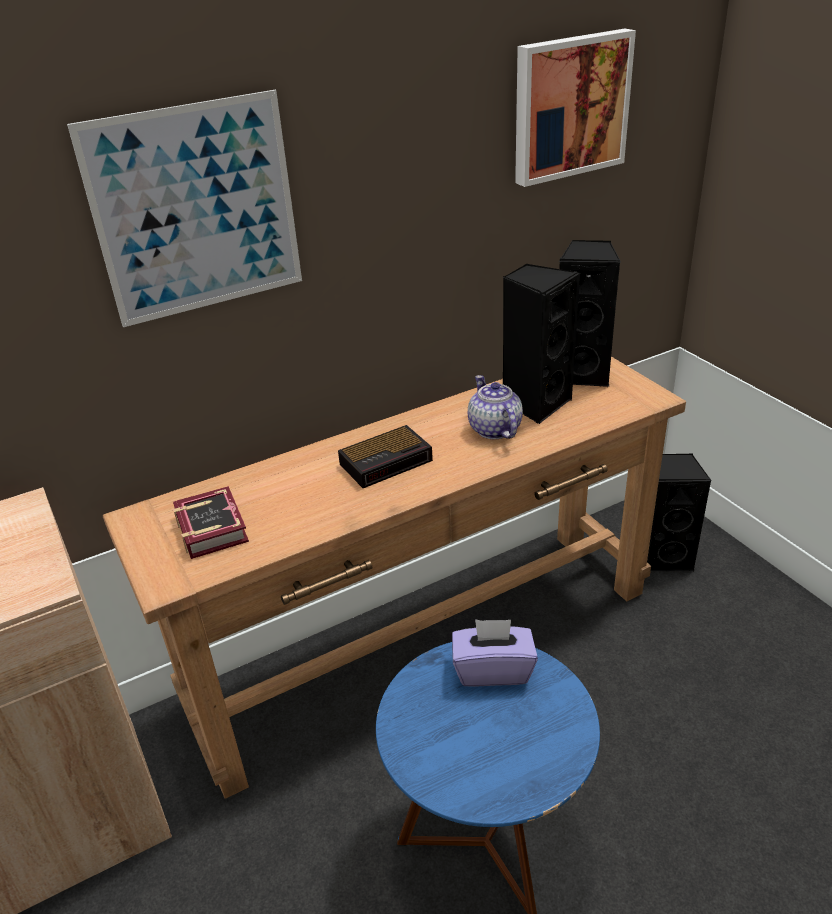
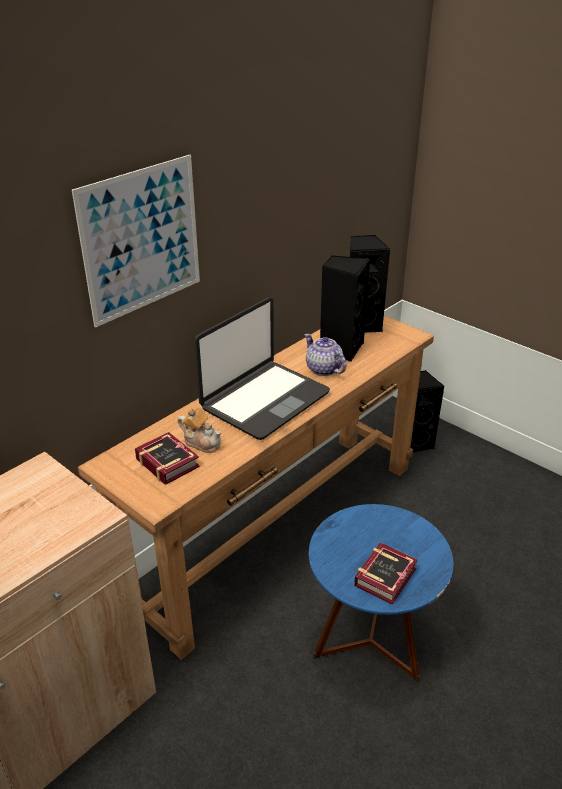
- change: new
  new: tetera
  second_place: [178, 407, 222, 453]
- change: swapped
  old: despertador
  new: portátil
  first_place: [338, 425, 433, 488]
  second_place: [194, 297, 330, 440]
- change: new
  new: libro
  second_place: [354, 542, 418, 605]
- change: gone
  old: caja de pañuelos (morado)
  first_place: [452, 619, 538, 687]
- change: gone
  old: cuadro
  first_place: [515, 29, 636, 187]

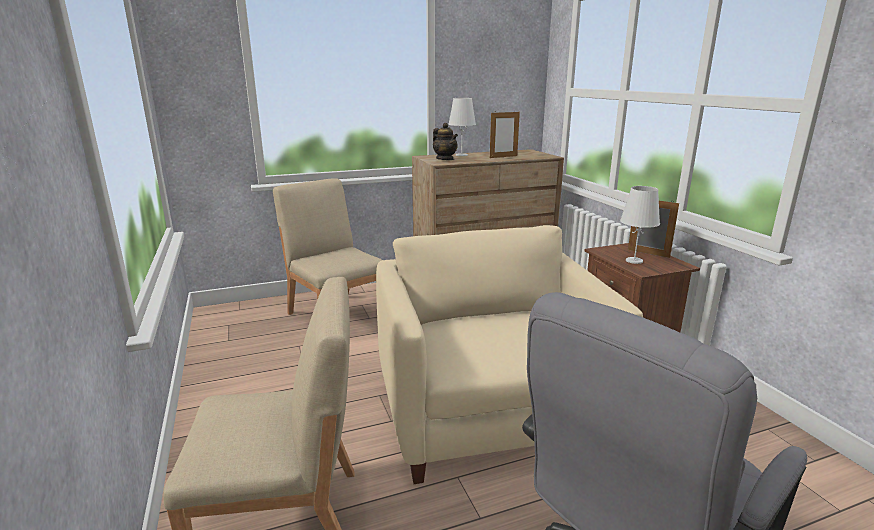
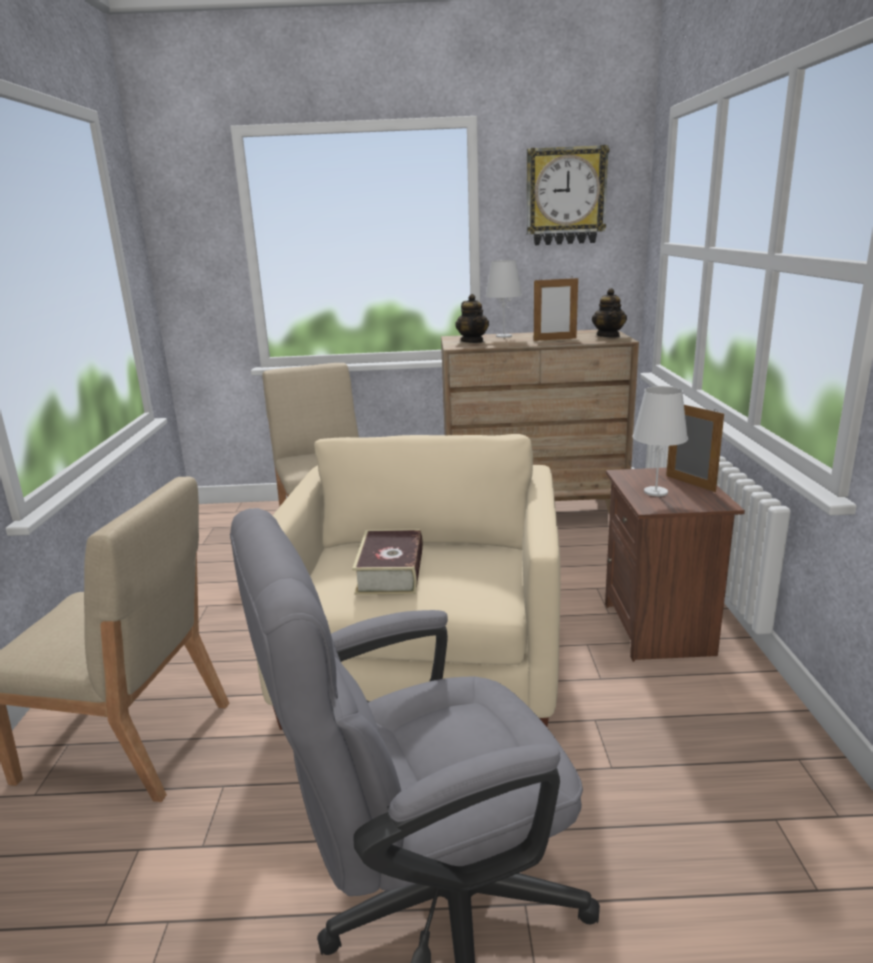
- change: new
  new: libro
  second_place: [352, 529, 423, 595]
- change: new
  new: reloj de pared
  second_place: [526, 145, 609, 245]
- change: new
  new: tetera
  second_place: [592, 288, 627, 338]

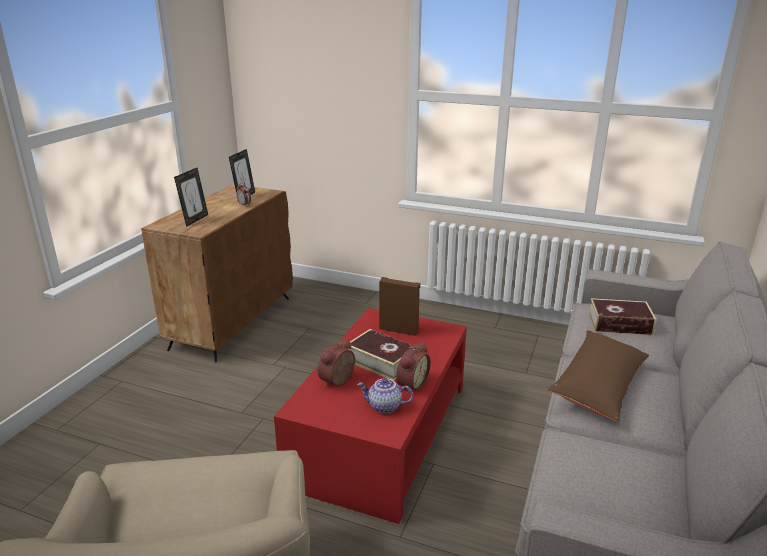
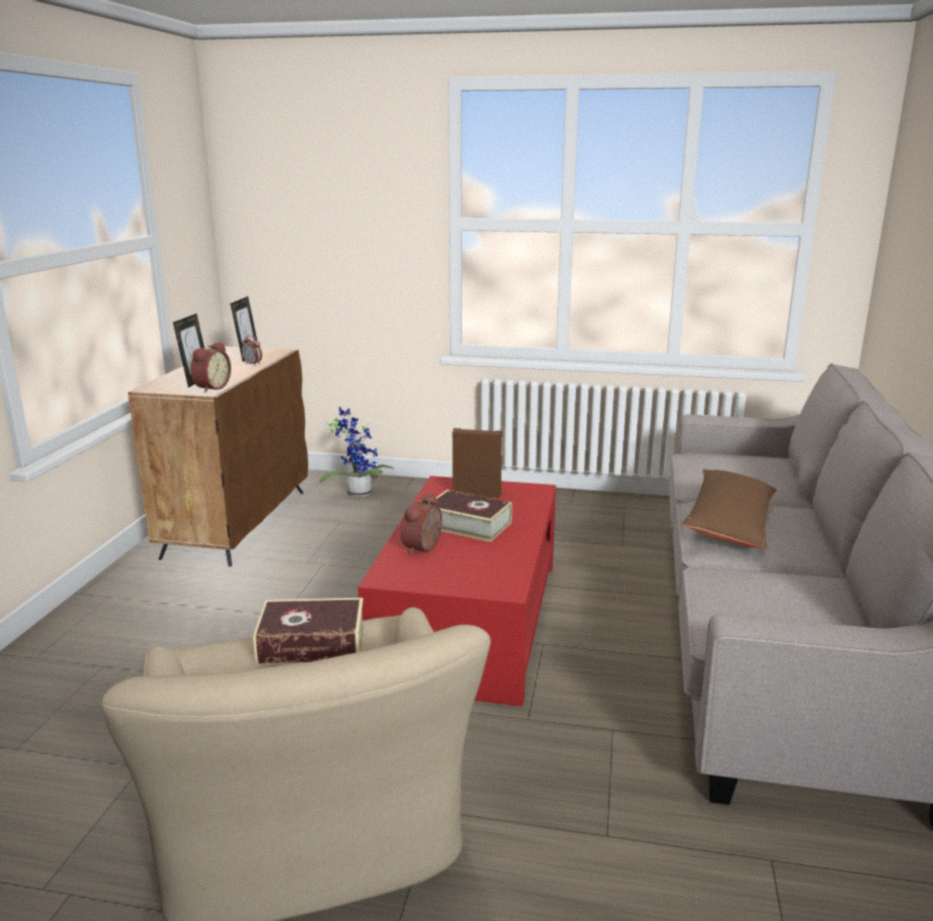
- change: shifted
  old: despertador
  first_place: [396, 342, 431, 394]
  second_place: [191, 342, 231, 393]
- change: shifted
  old: libro
  first_place: [588, 298, 656, 335]
  second_place: [253, 598, 364, 664]
- change: new
  new: planta en maceta
  second_place: [319, 407, 394, 497]
- change: gone
  old: tetera
  first_place: [357, 378, 413, 414]

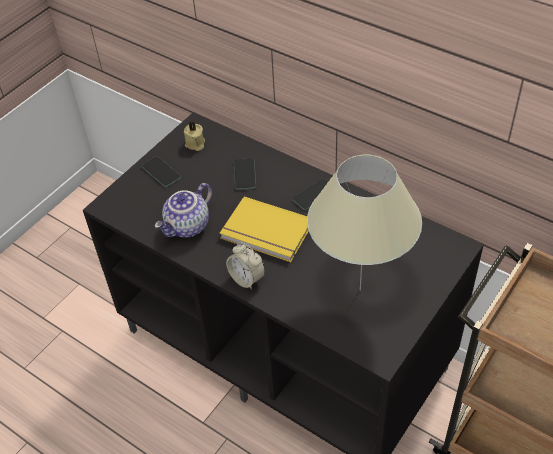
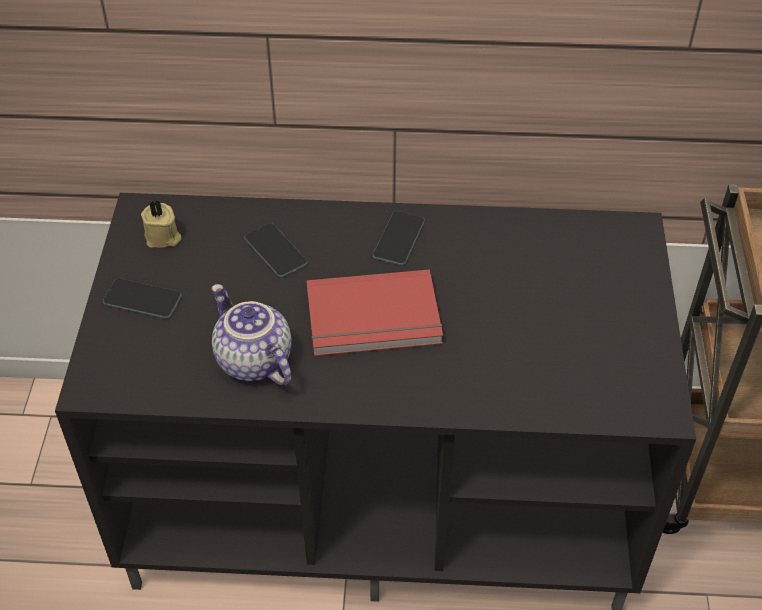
- change: rotated
  old: tetera
  first_place: [155, 183, 212, 237]
  second_place: [211, 284, 291, 386]
  degrees: 135
- change: repainted
  old: libro (amarillo)
  new: libro (rojo)
  first_place: [219, 197, 309, 262]
  second_place: [307, 269, 443, 356]
- change: gone
  old: despertador
  first_place: [226, 243, 265, 290]
- change: gone
  old: lámpara de mesa (beis)
  first_place: [307, 155, 422, 291]

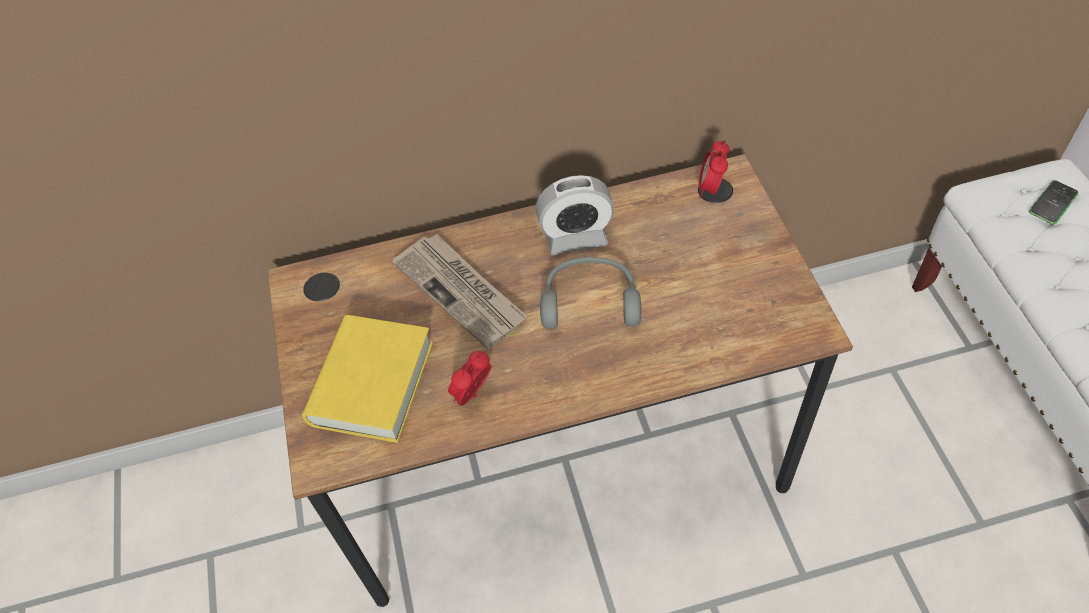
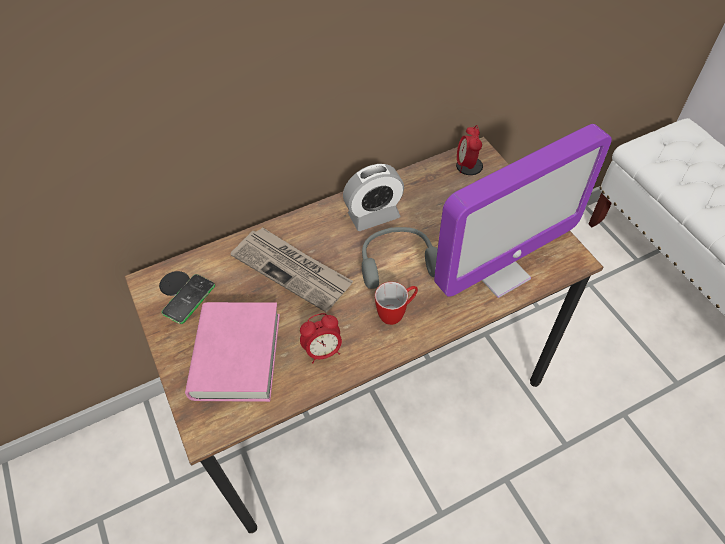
- change: shifted
  old: móvil
  first_place: [1029, 180, 1079, 224]
  second_place: [162, 274, 215, 324]
- change: repainted
  old: libro (amarillo)
  new: libro (rosa)
  first_place: [302, 315, 433, 443]
  second_place: [185, 302, 280, 402]
- change: rotated
  old: despertador
  first_place: [448, 351, 492, 406]
  second_place: [300, 313, 342, 363]
  degrees: -135
- change: new
  new: taza grande
  second_place: [375, 282, 418, 325]
- change: new
  new: monitor
  second_place: [434, 124, 612, 298]

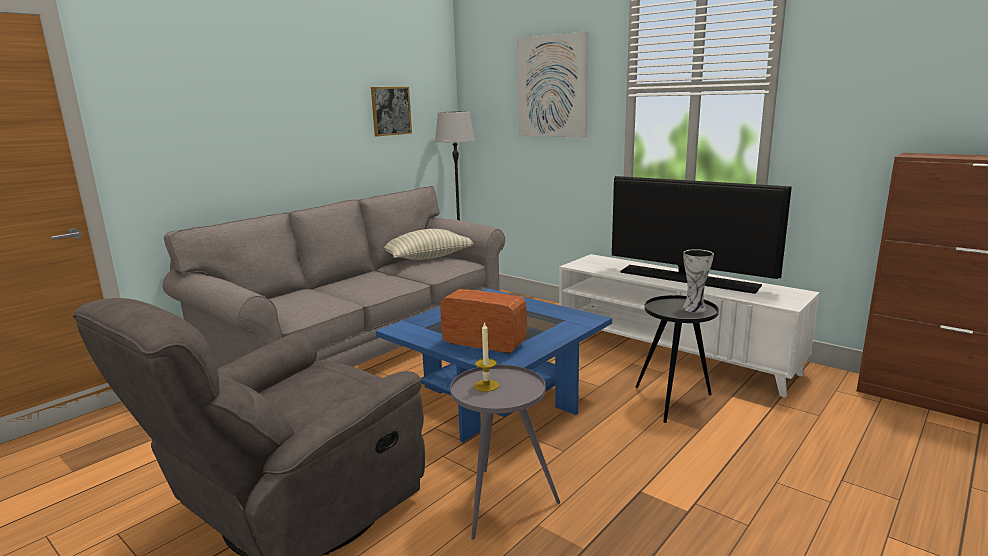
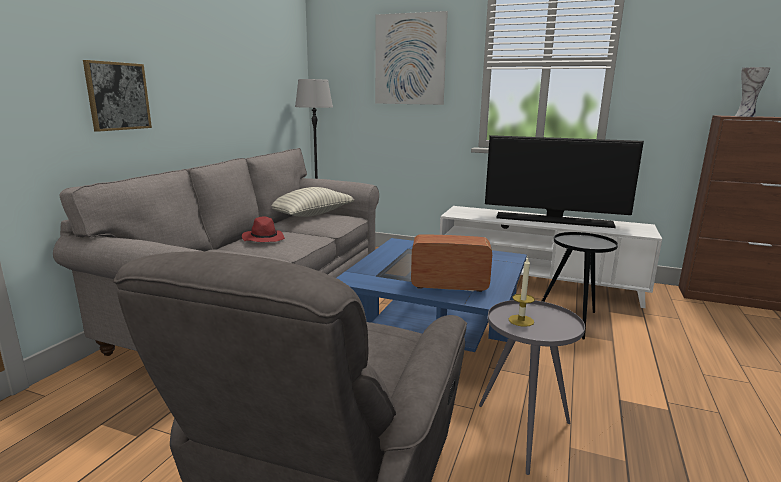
- change: shifted
  old: cuadro
  first_place: [371, 87, 412, 136]
  second_place: [83, 60, 152, 132]
- change: new
  new: sombrero (rojo)
  second_place: [242, 216, 285, 242]
- change: shifted
  old: florero
  first_place: [683, 249, 714, 313]
  second_place: [735, 67, 770, 117]

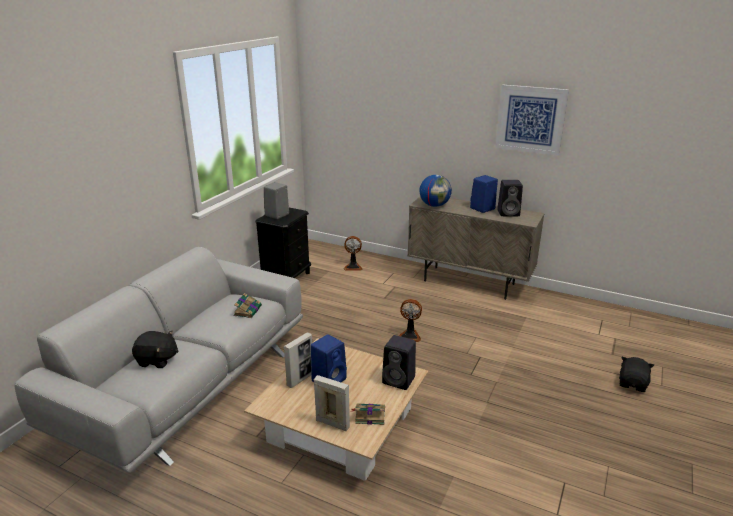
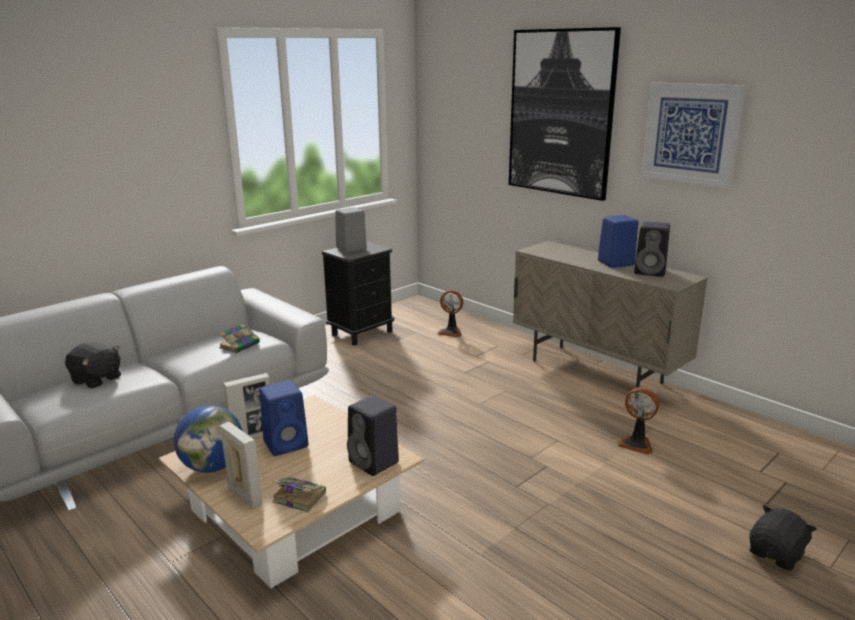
- change: shifted
  old: globo terráqueo
  first_place: [419, 175, 452, 207]
  second_place: [174, 405, 242, 473]
- change: new
  new: cuadro
  second_place: [509, 27, 621, 201]
- change: shifted
  old: ventilador
  first_place: [399, 299, 422, 342]
  second_place: [617, 387, 659, 455]

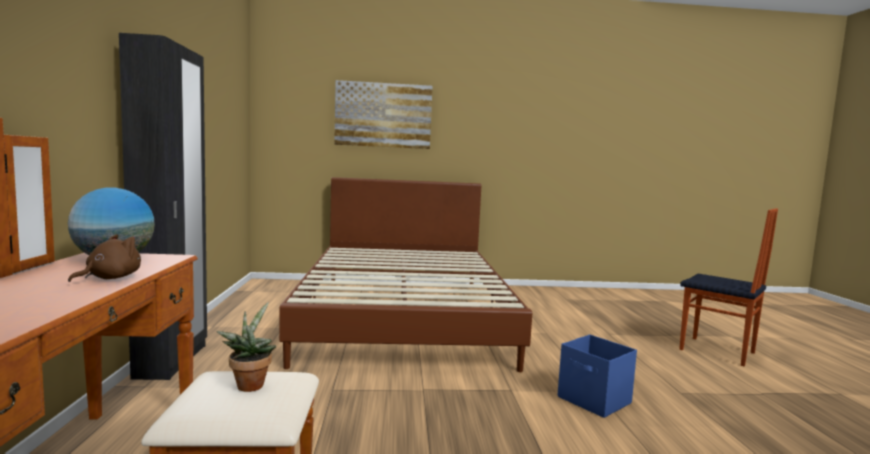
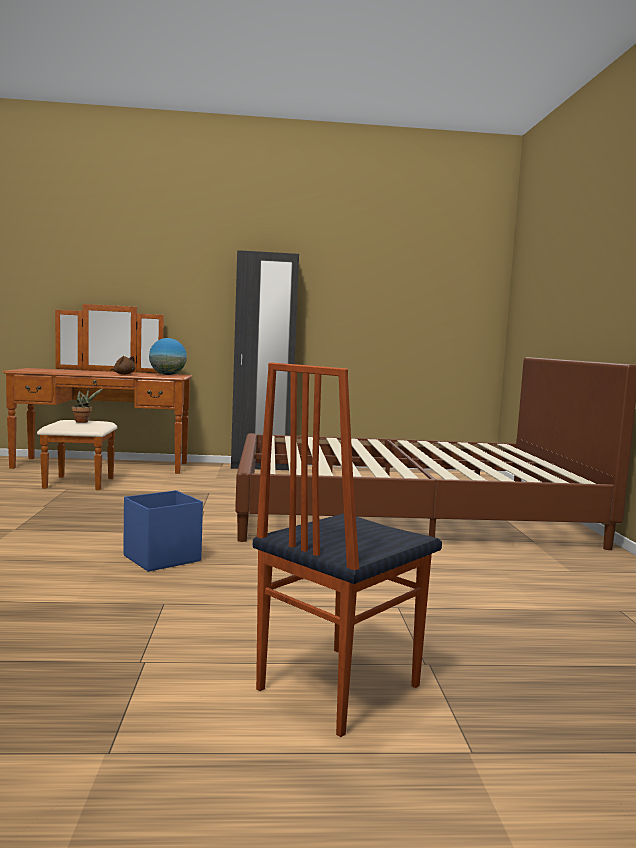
- change: gone
  old: cuadro
  first_place: [334, 80, 432, 149]

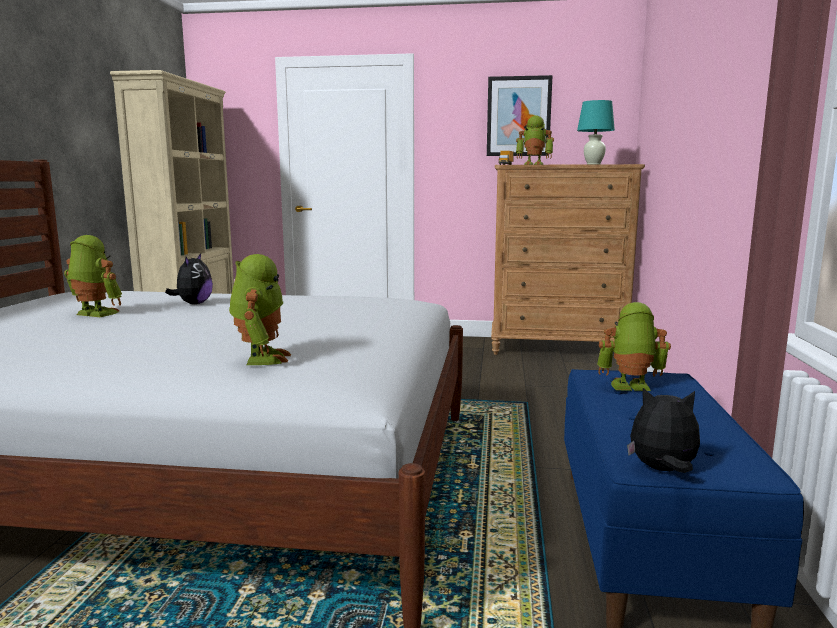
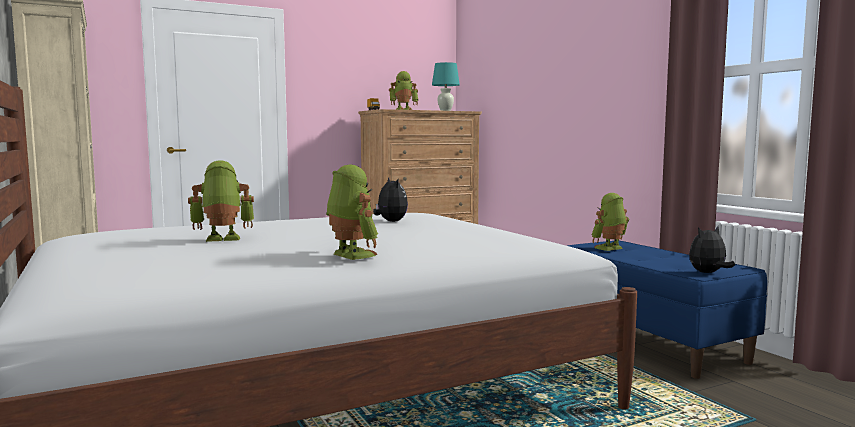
- change: shifted
  old: robot de juguete
  first_place: [229, 254, 291, 365]
  second_place: [326, 164, 378, 260]
- change: shifted
  old: peluche
  first_place: [165, 253, 213, 304]
  second_place: [373, 177, 408, 222]
- change: gone
  old: cuadro
  first_place: [487, 75, 553, 156]

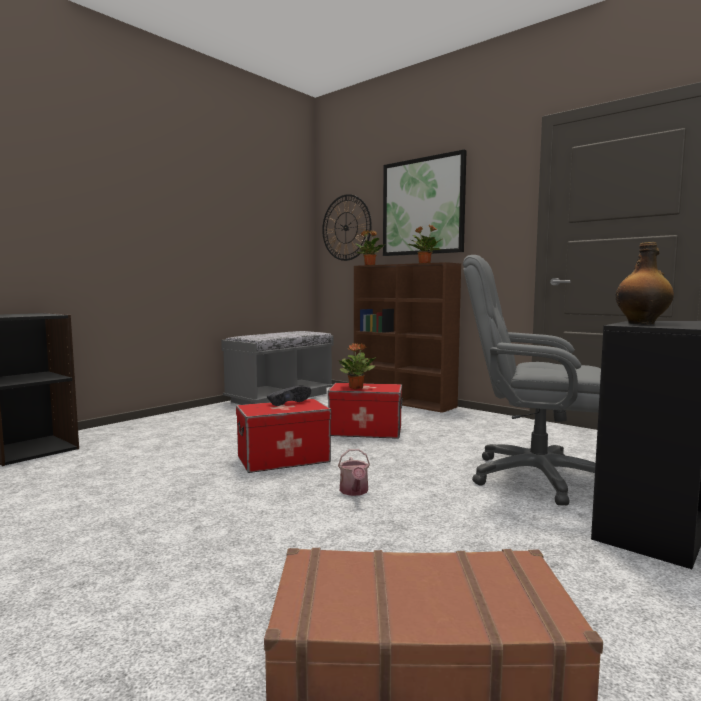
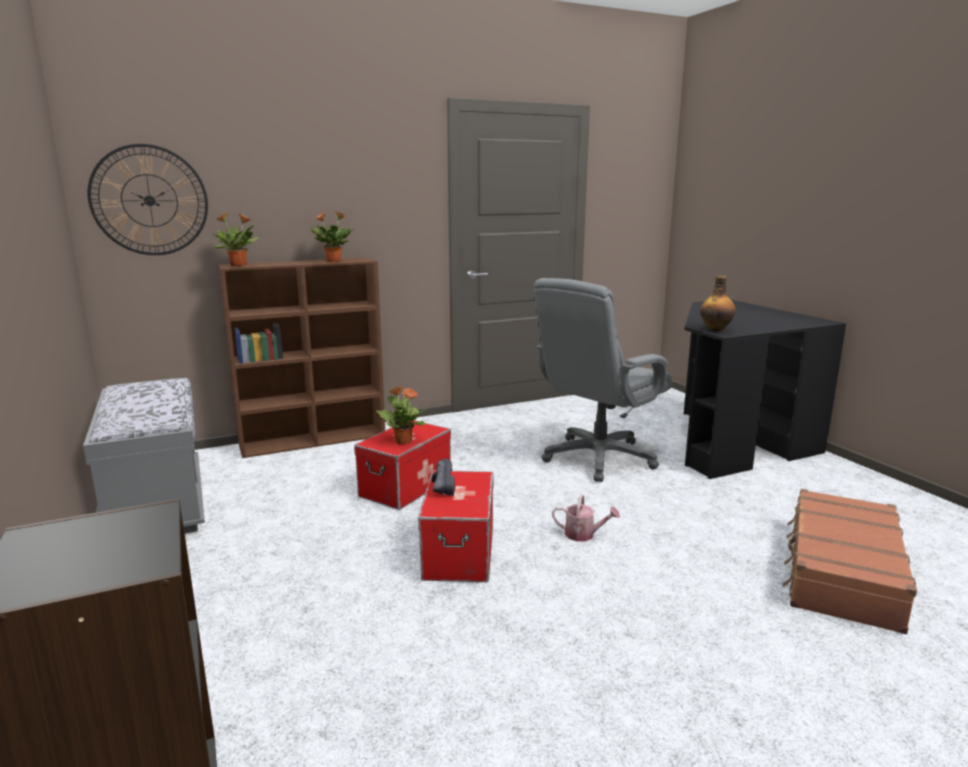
- change: gone
  old: cuadro
  first_place: [383, 149, 467, 256]

